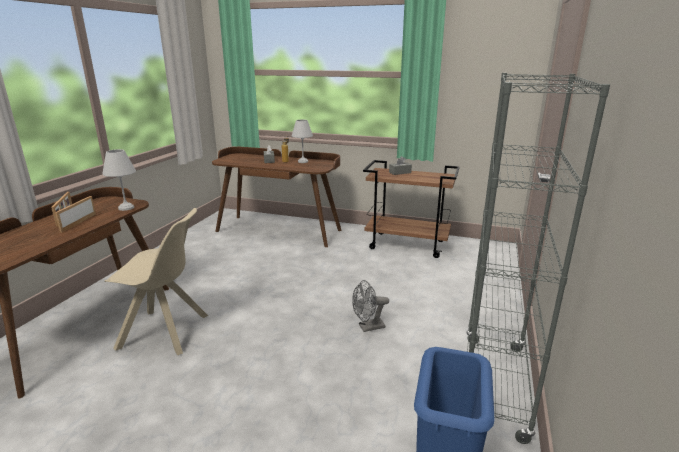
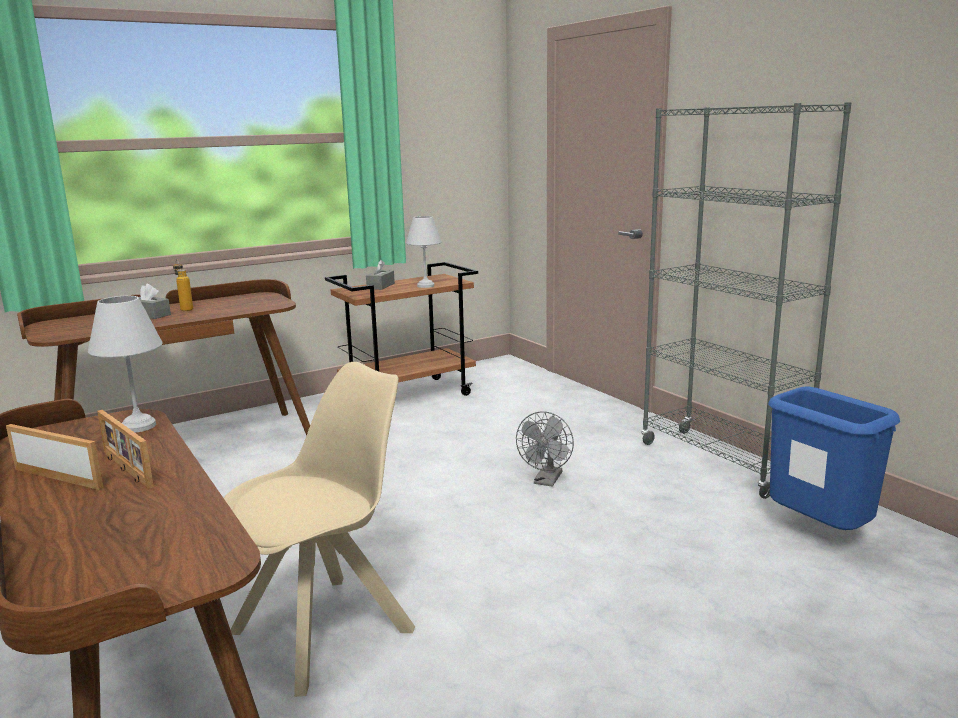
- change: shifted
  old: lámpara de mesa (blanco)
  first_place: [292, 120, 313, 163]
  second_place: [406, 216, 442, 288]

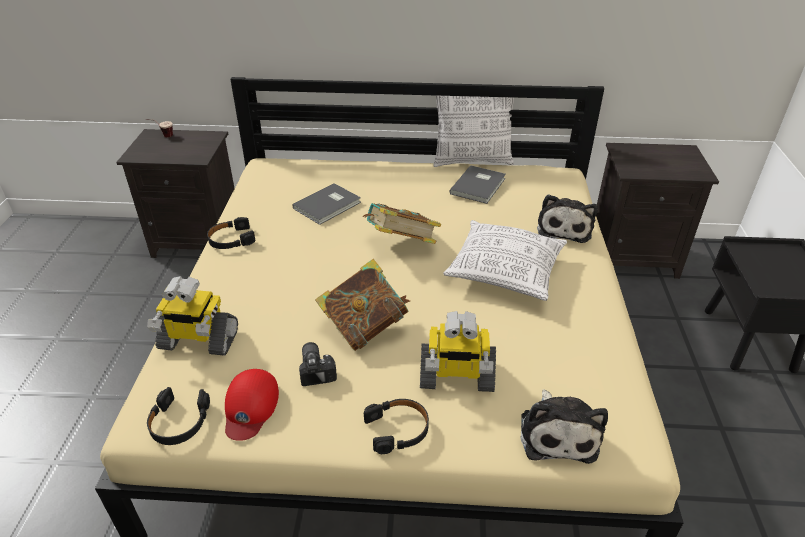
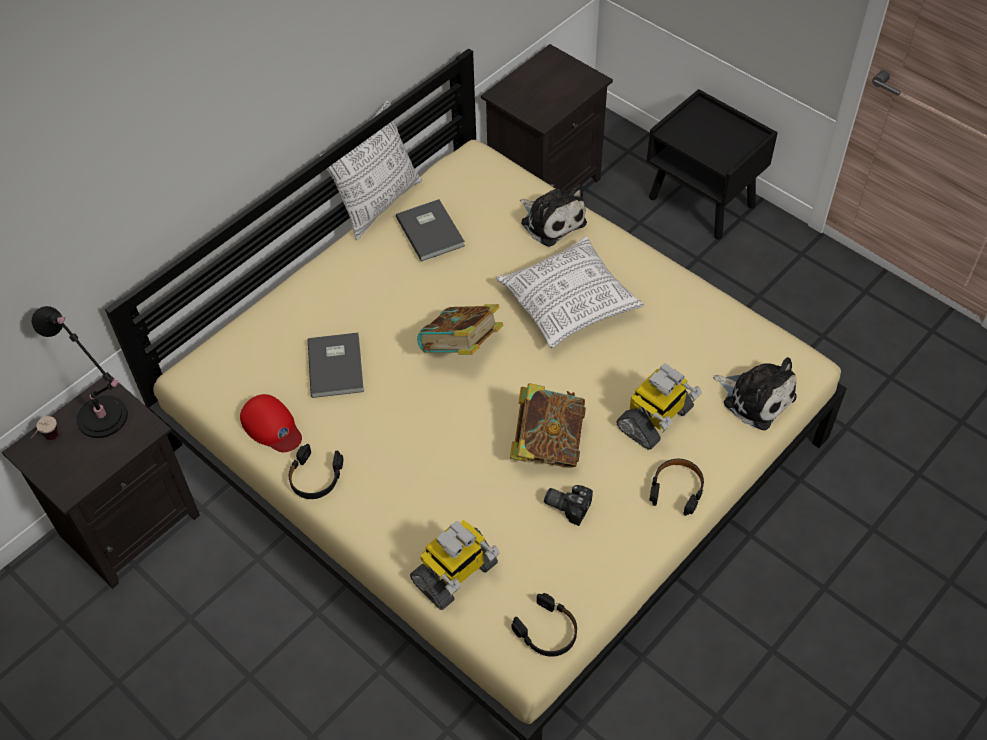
- change: new
  new: lámpara de mesa (negro)
  second_place: [32, 306, 128, 438]
- change: shifted
  old: gorra (rojo)
  first_place: [225, 369, 279, 441]
  second_place: [240, 394, 302, 452]

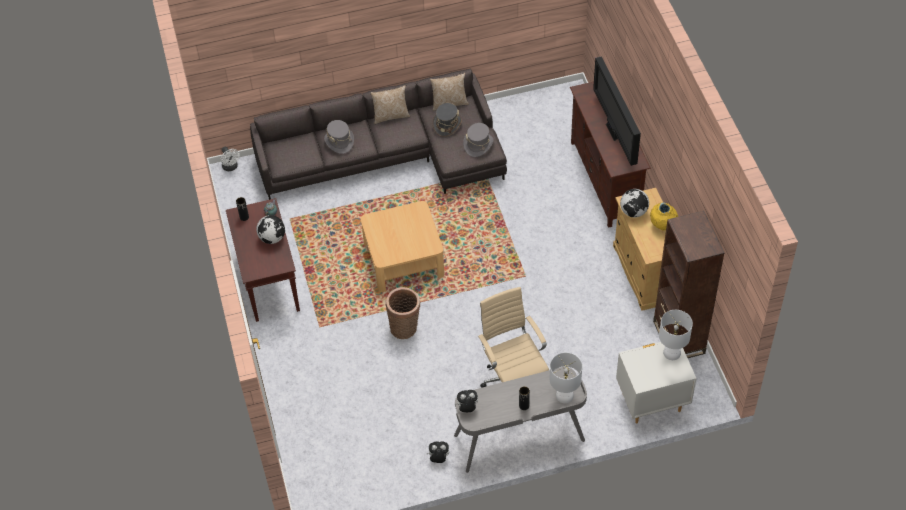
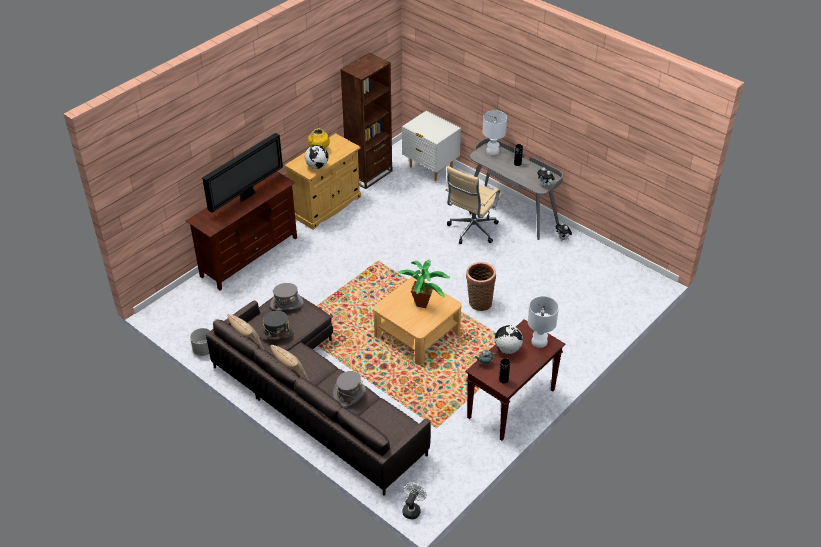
- change: new
  new: maceta (gris)
  second_place: [190, 328, 210, 356]
- change: new
  new: planta en maceta
  second_place: [398, 260, 450, 308]
- change: shifted
  old: lámpara de mesa (blanco)
  first_place: [659, 310, 693, 360]
  second_place: [528, 296, 559, 348]

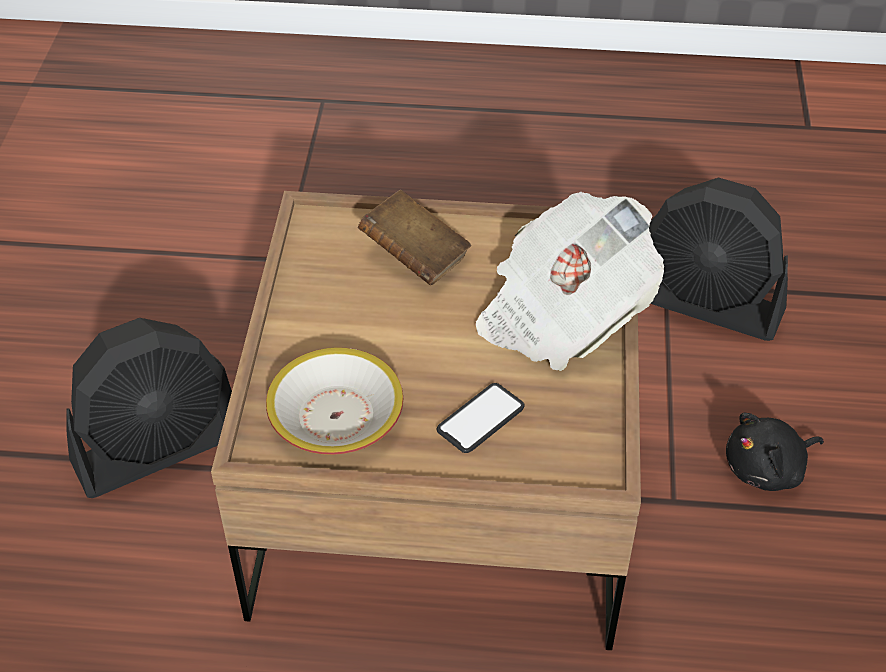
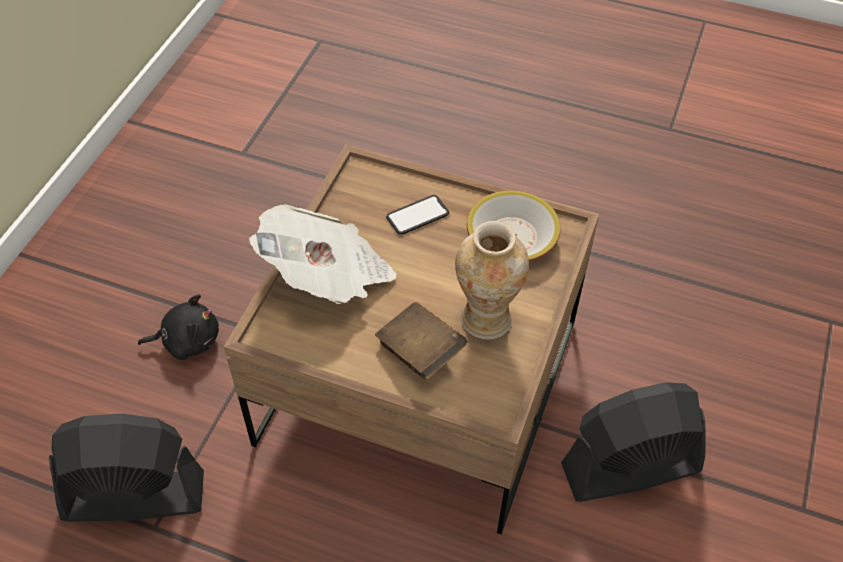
- change: rotated
  old: ventilador (negro)
  first_place: [649, 178, 788, 341]
  second_place: [49, 414, 204, 522]
  degrees: -45
- change: new
  new: florero
  second_place: [455, 221, 529, 340]

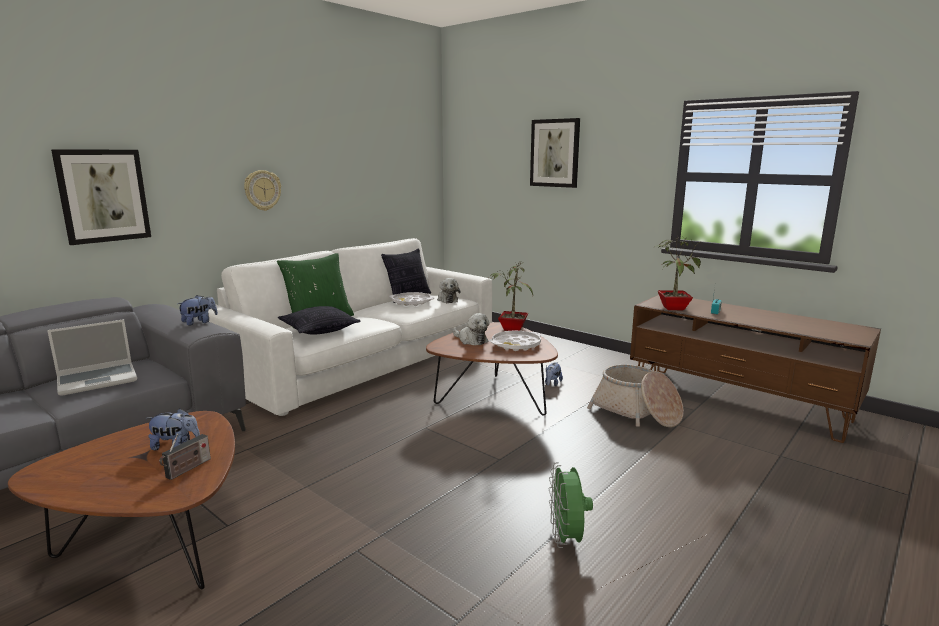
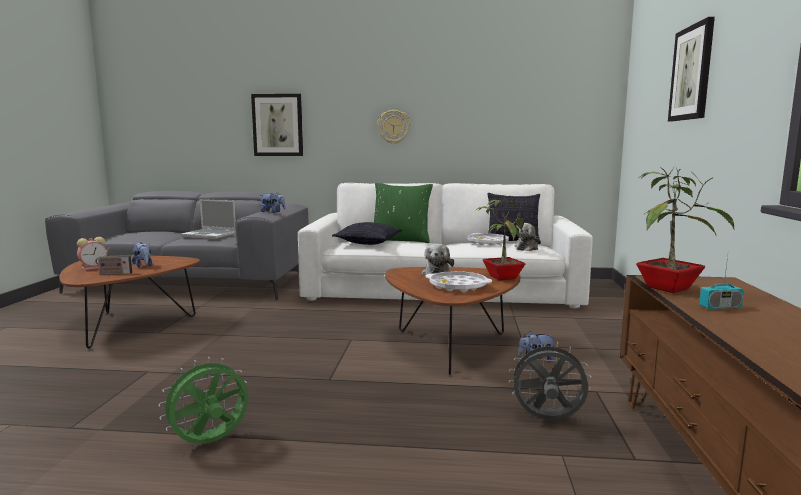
- change: new
  new: despertador
  second_place: [77, 237, 107, 270]
- change: swapped
  old: cesta
  new: ventilador (gris)
  first_place: [587, 364, 684, 427]
  second_place: [509, 341, 591, 420]

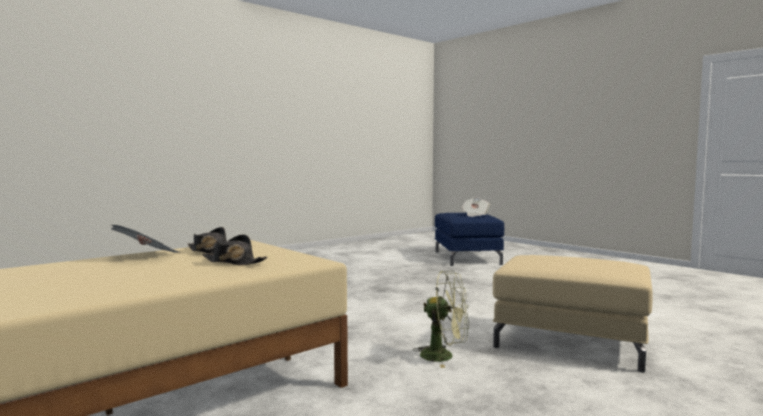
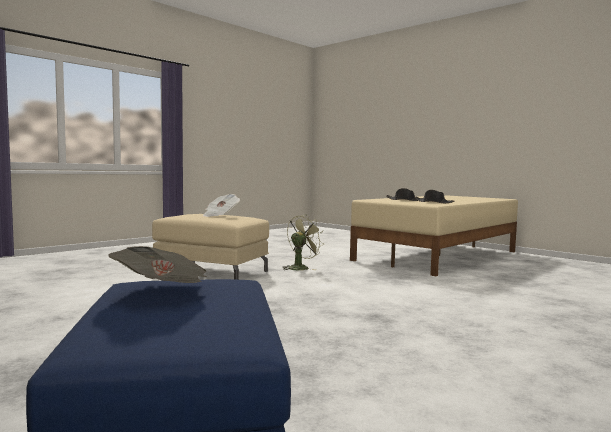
- change: shifted
  old: periódico
  first_place: [111, 225, 180, 253]
  second_place: [203, 194, 240, 217]
- change: rotated
  old: ventilador (verde)
  first_place: [413, 271, 469, 368]
  second_place: [282, 214, 325, 270]
  degrees: 120

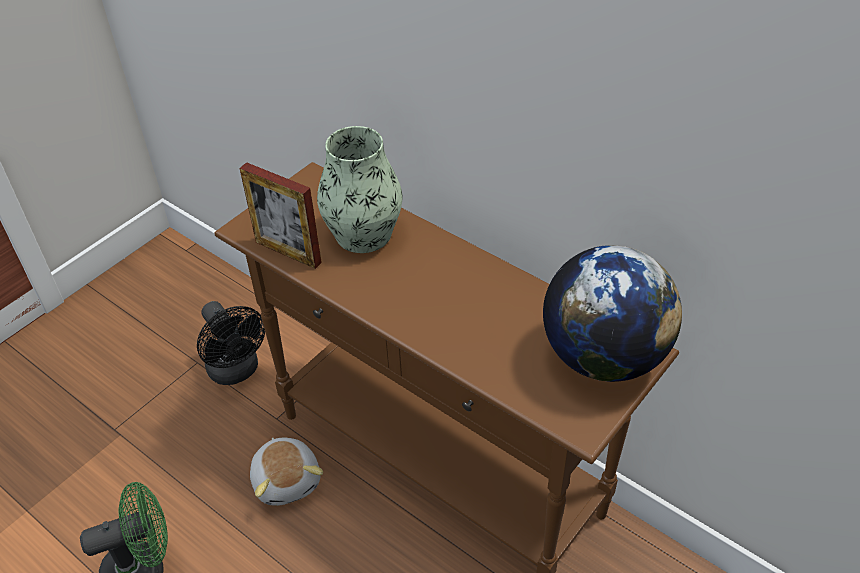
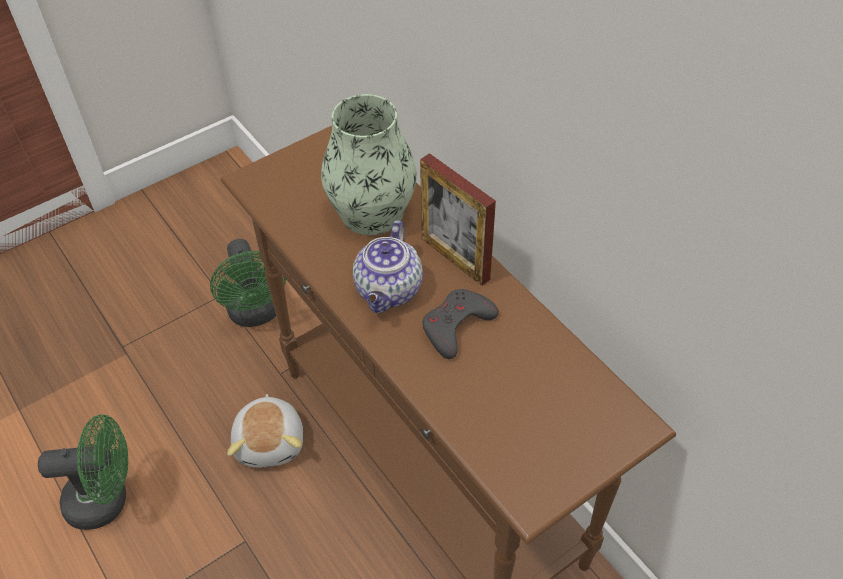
- change: repainted
  old: ventilador (negro)
  new: ventilador (verde)
  first_place: [197, 301, 265, 385]
  second_place: [210, 239, 286, 327]
- change: new
  new: tetera
  second_place: [353, 220, 423, 313]
- change: shifted
  old: portarretratos
  first_place: [240, 162, 322, 269]
  second_place: [420, 153, 496, 286]
- change: new
  new: mando de consola (gris)
  second_place: [422, 289, 499, 359]
- change: gone
  old: globo terráqueo
  first_place: [543, 245, 682, 382]

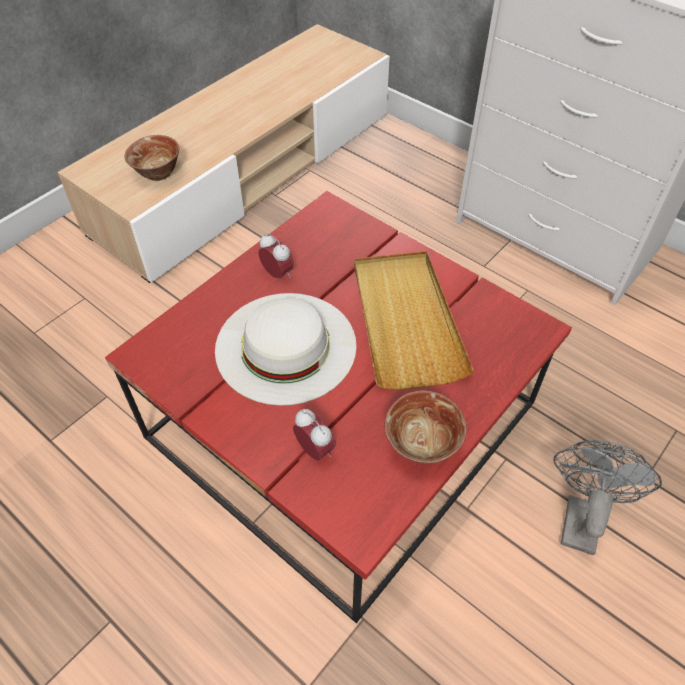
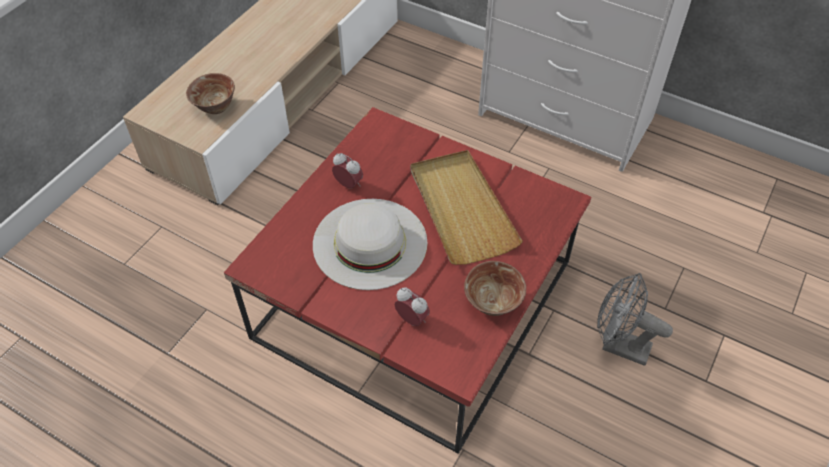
- change: rotated
  old: ventilador (gris)
  first_place: [553, 440, 662, 555]
  second_place: [597, 273, 673, 366]
  degrees: -75

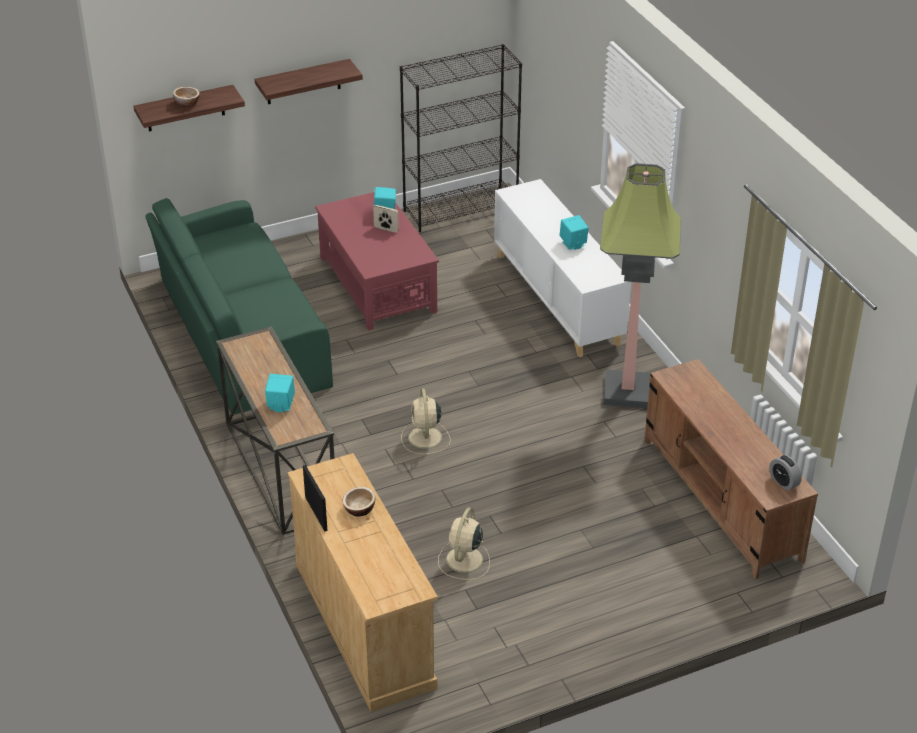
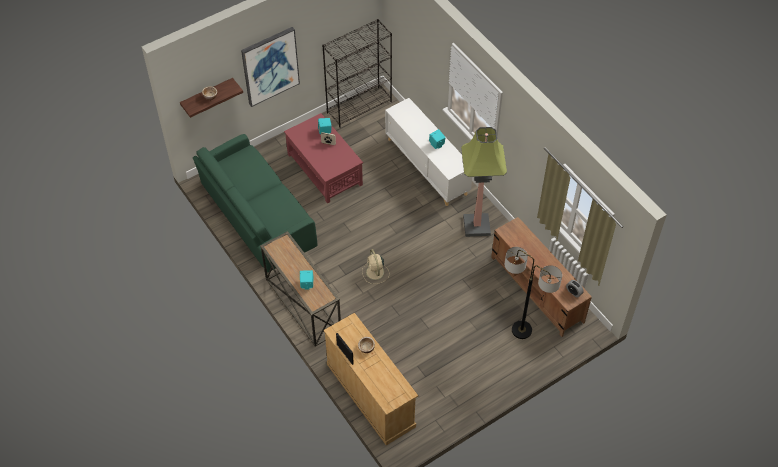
- change: swapped
  old: estante
  new: cuadro
  first_place: [255, 59, 363, 104]
  second_place: [241, 27, 300, 107]
- change: new
  new: lámpara de pie
  second_place: [505, 247, 562, 339]
- change: gone
  old: ventilador (beis)
  first_place: [438, 507, 490, 580]

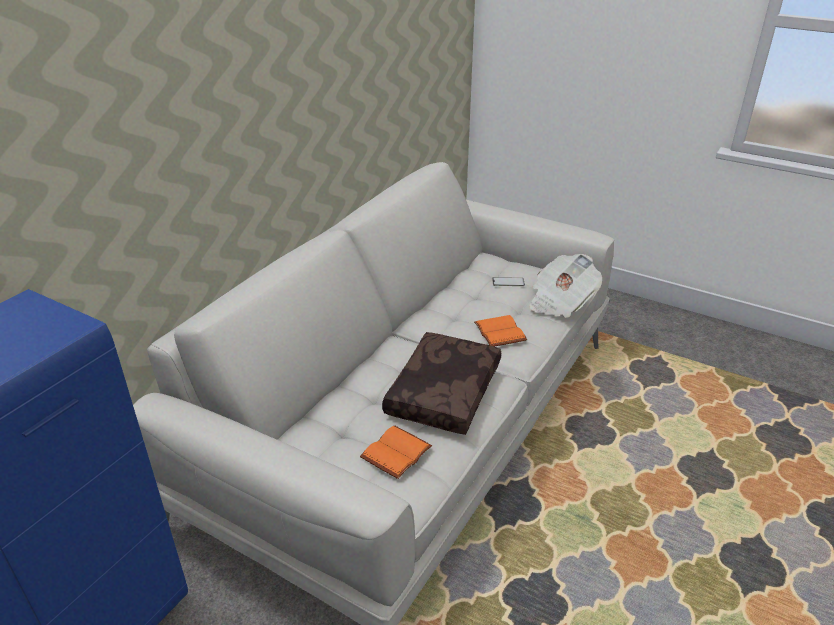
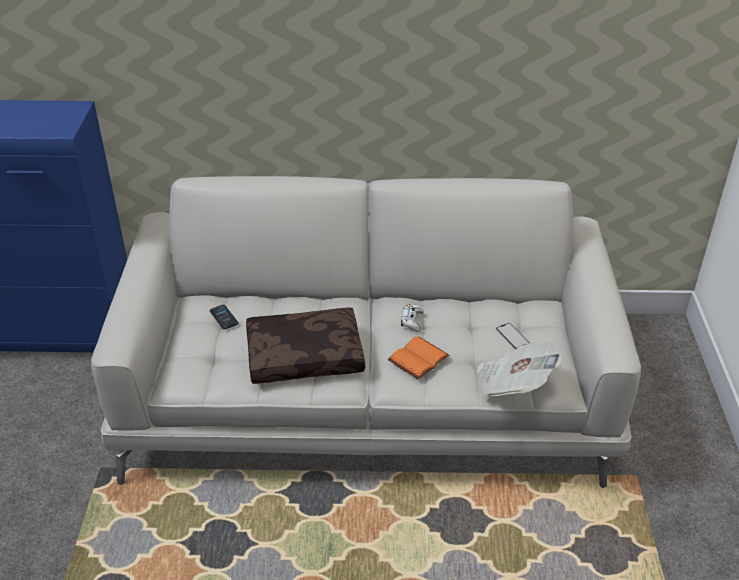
- change: new
  new: móvil
  second_place: [210, 305, 238, 329]
- change: new
  new: mando de consola (blanco)
  second_place: [401, 304, 424, 332]
- change: gone
  old: libro (naranja)
  first_place: [360, 425, 432, 479]

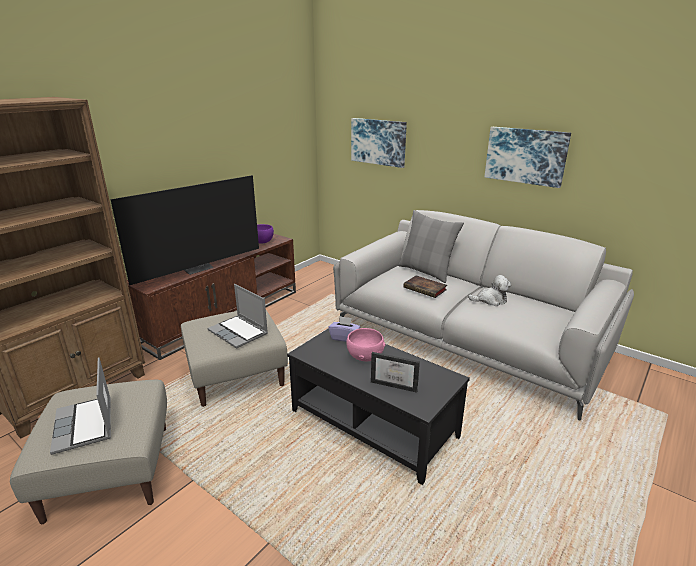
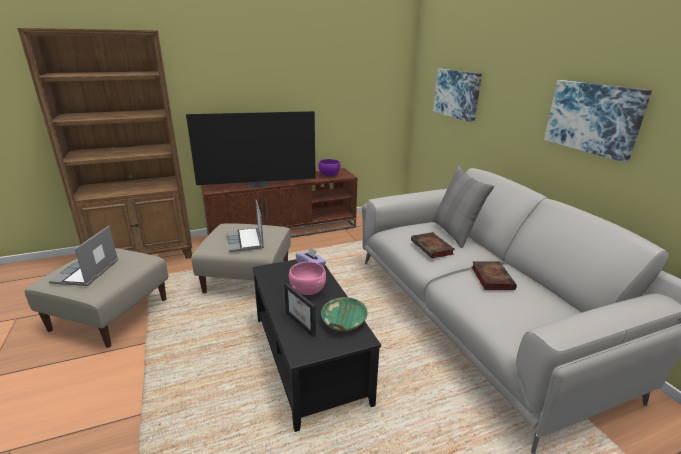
- change: new
  new: cuenco (verde)
  second_place: [321, 297, 368, 331]
- change: swapped
  old: peluche
  new: libro
  first_place: [468, 275, 511, 306]
  second_place: [472, 261, 517, 290]

